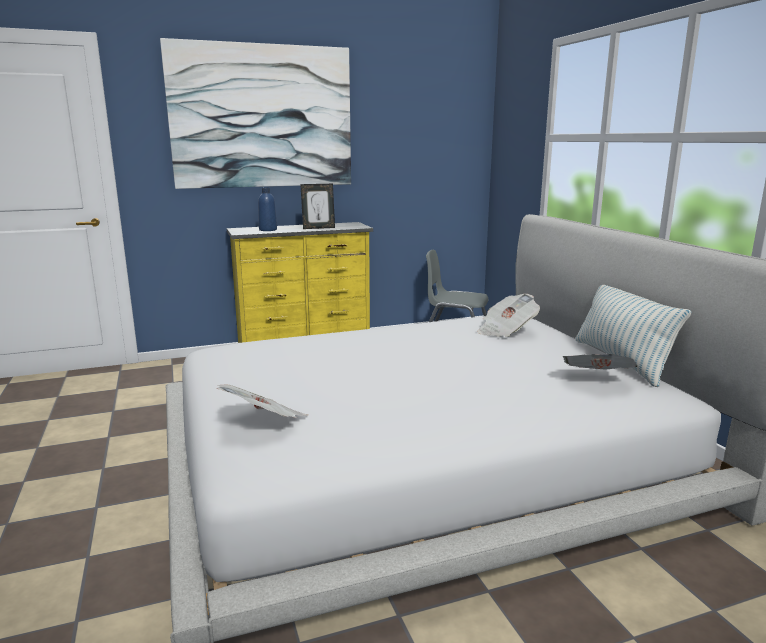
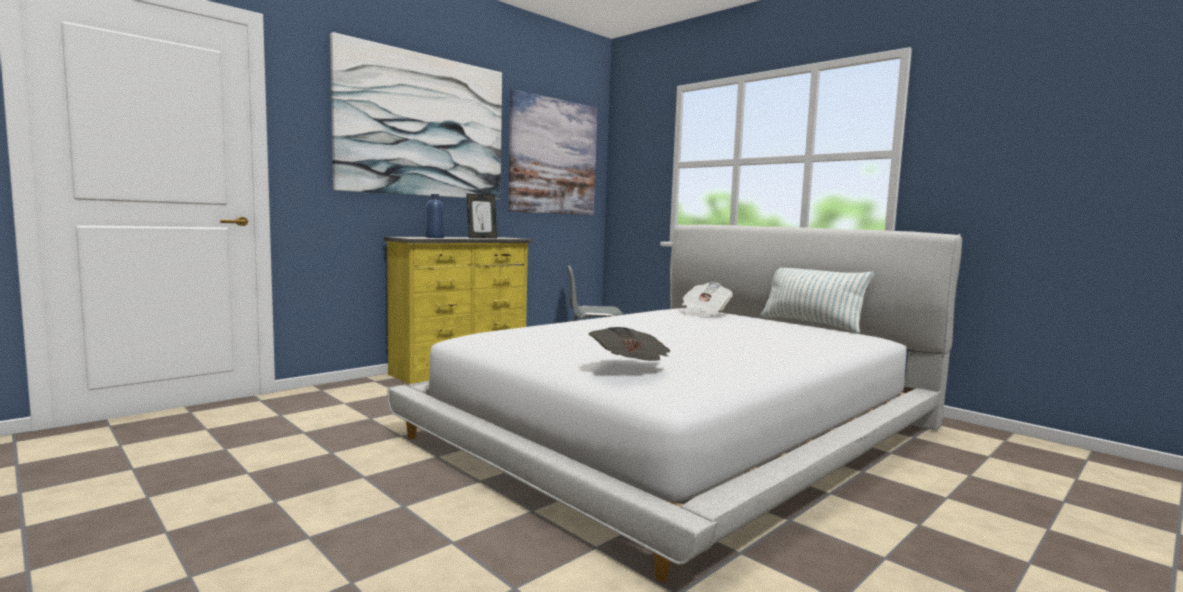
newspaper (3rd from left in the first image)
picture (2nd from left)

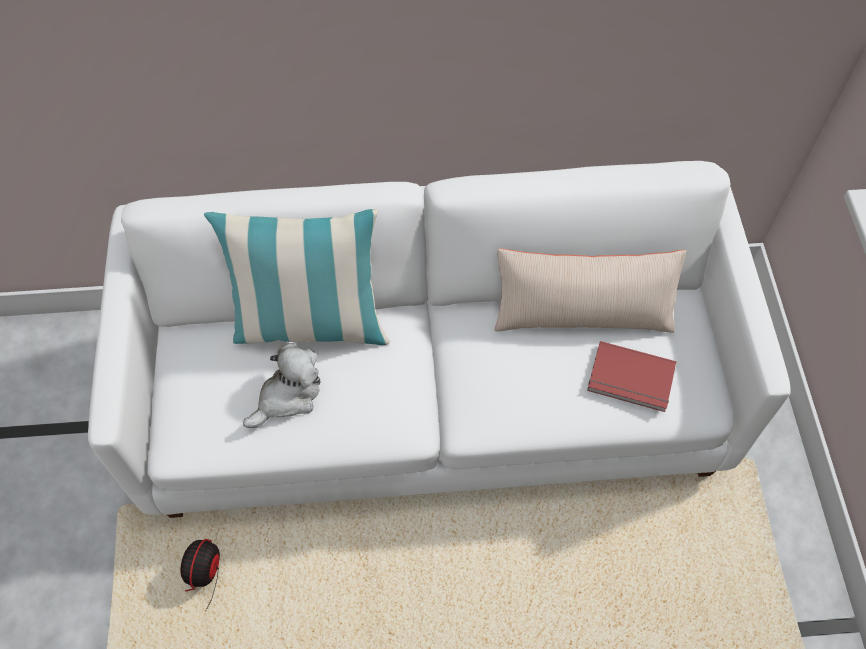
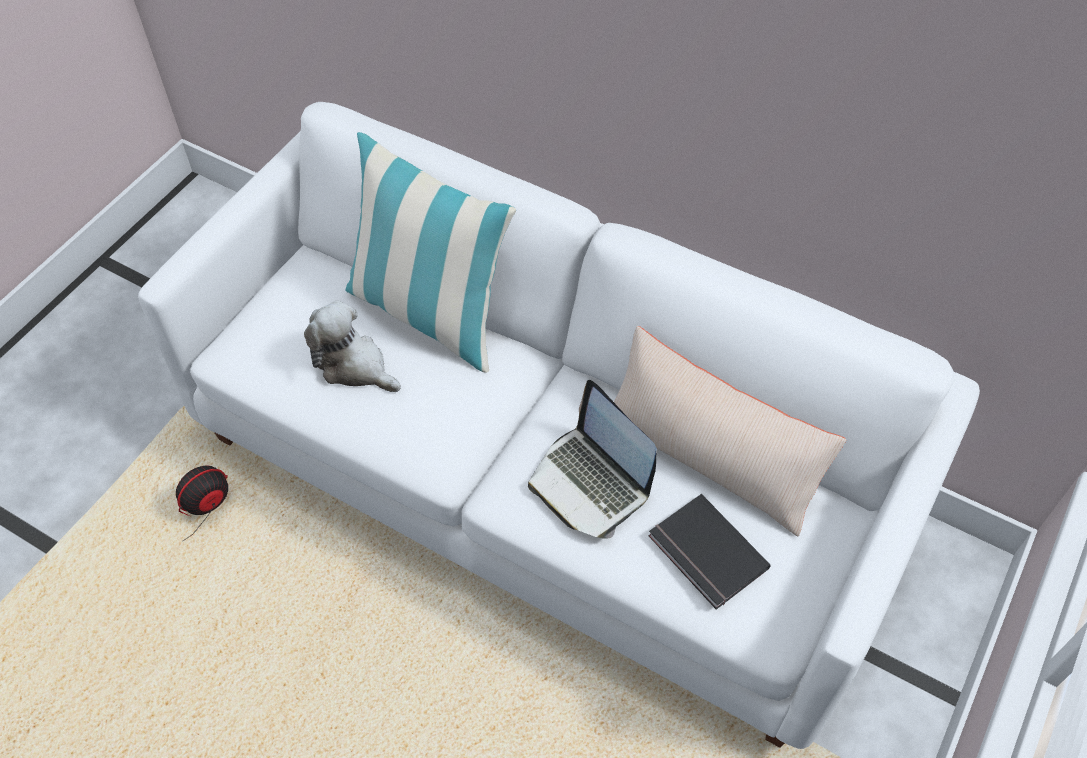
black book
plush toy
laptop

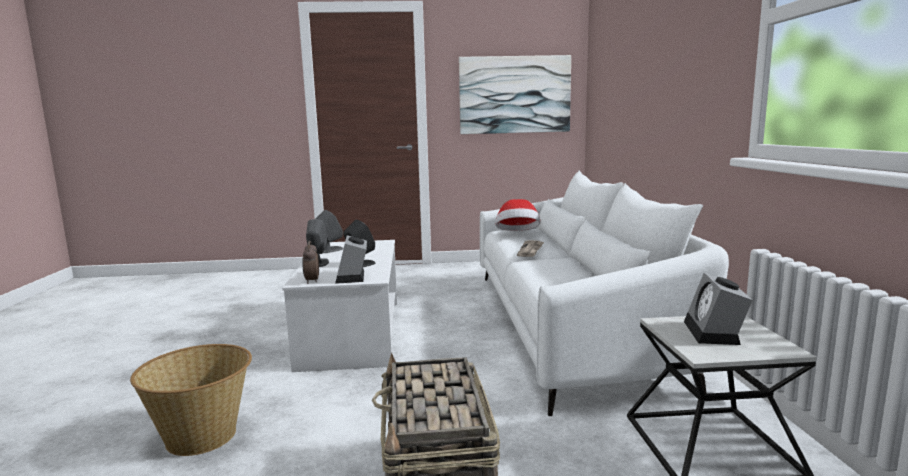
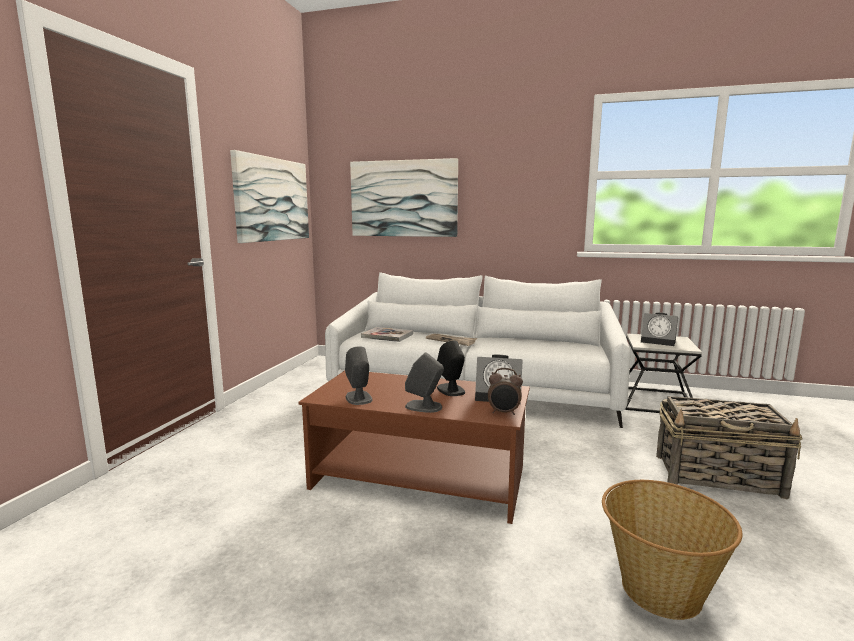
book
brown coffee table
picture (2nd from left)

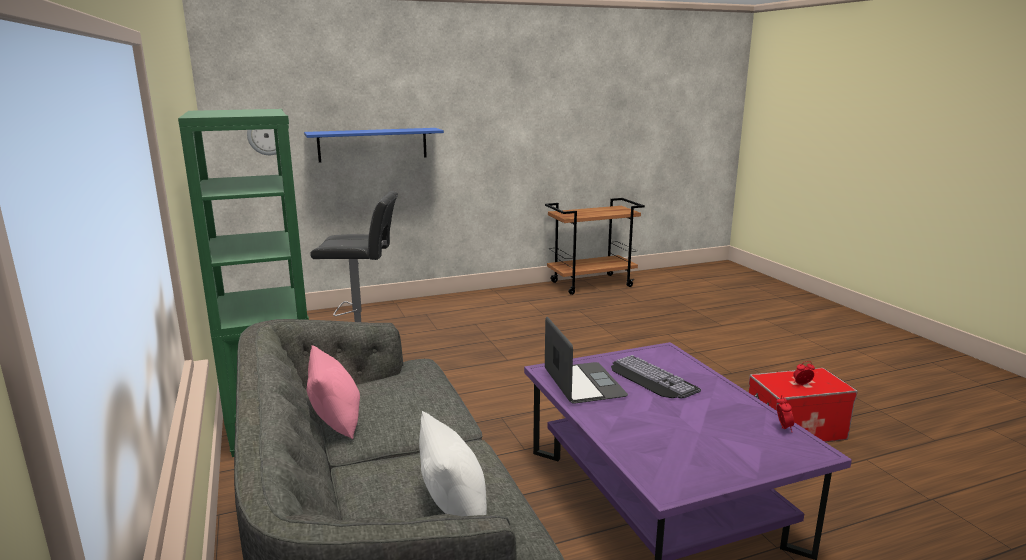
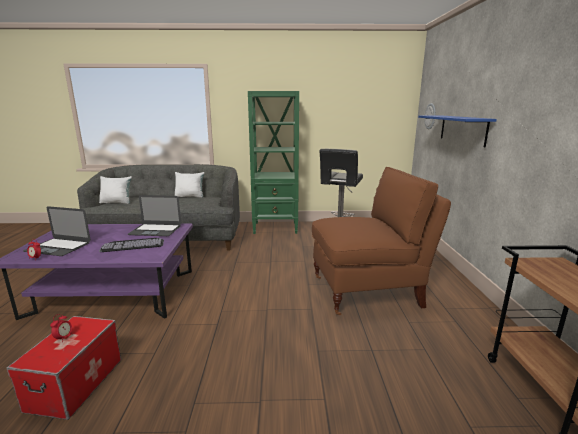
white pillow (2nd from left)
brown chair
laptop (1st from left)

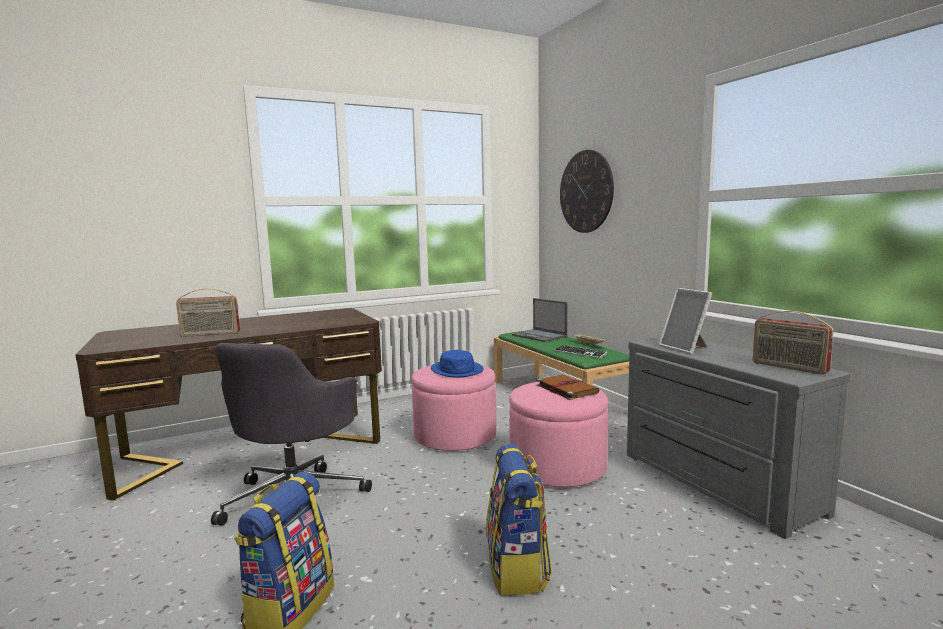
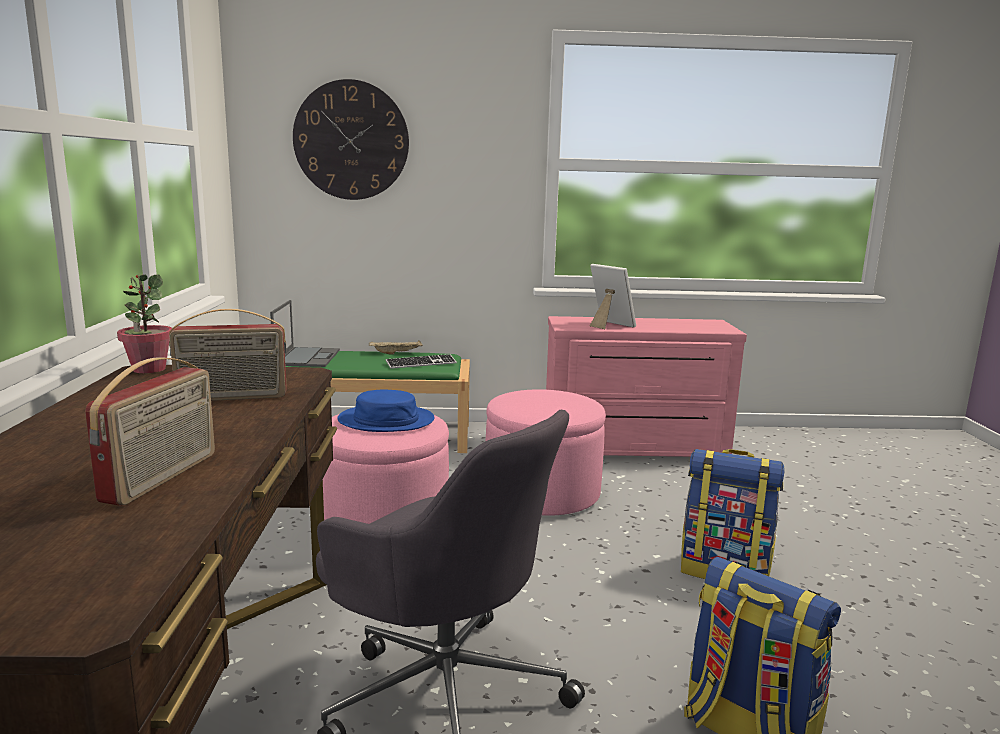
picture frame
laptop
radio (2nd from left)
pink dresser
brown book
potted plant

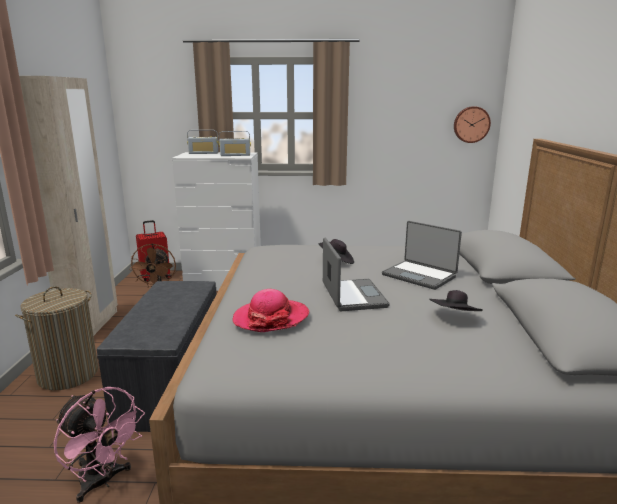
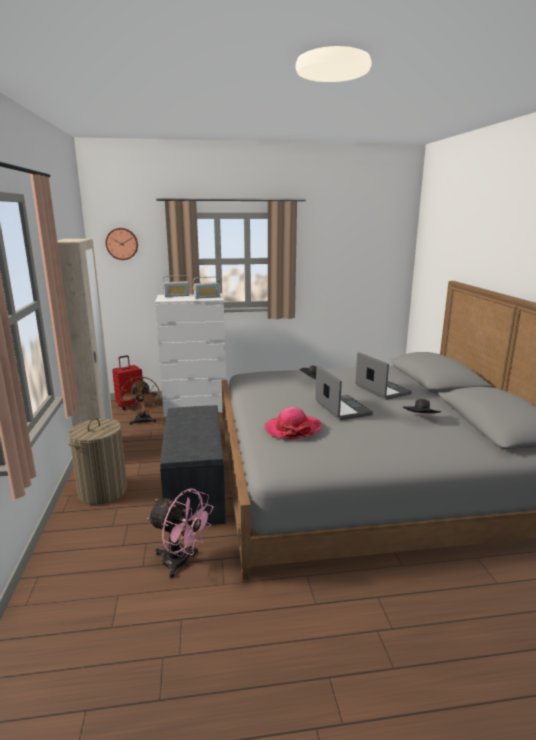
wall clock
laptop (2nd from left)

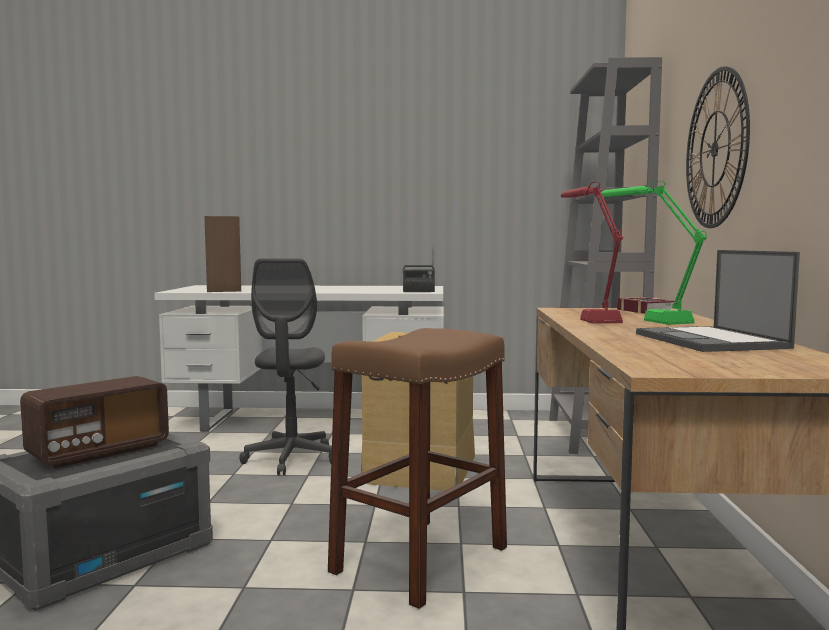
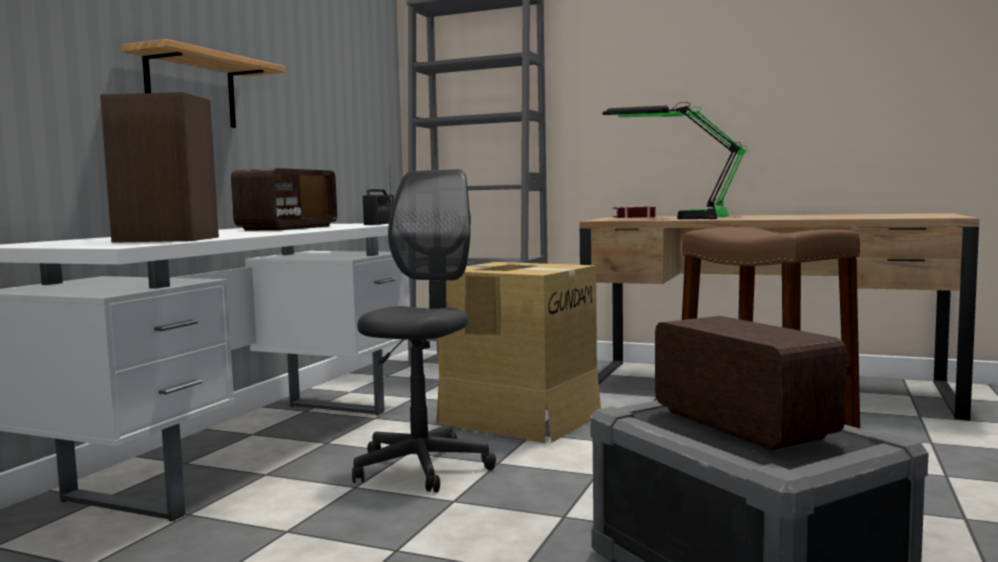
wall clock
black table lamp
laptop
grey office chair
shelf
radio (1st from left)

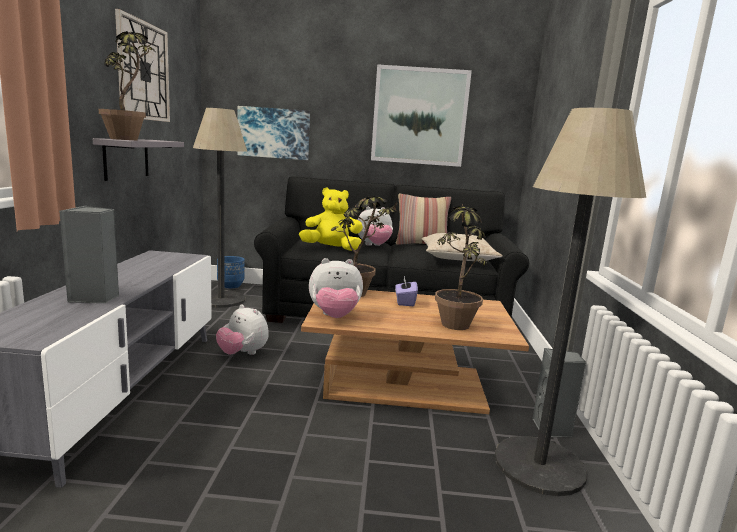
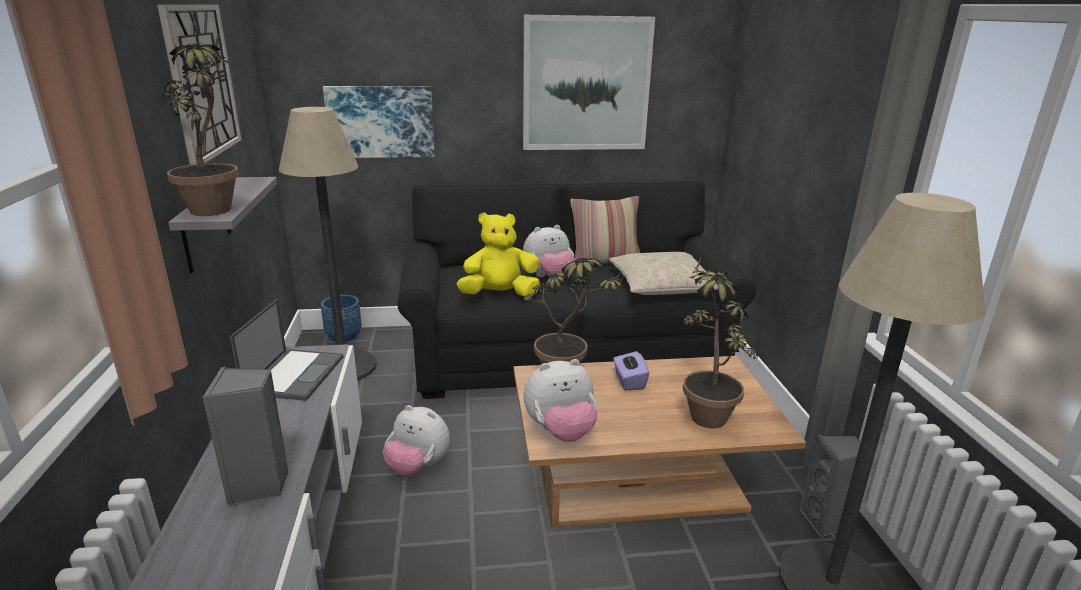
laptop

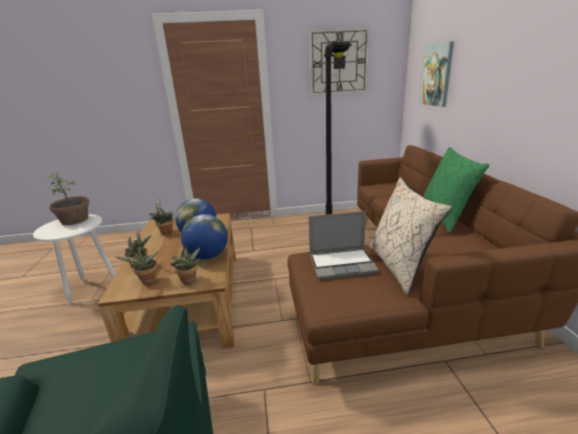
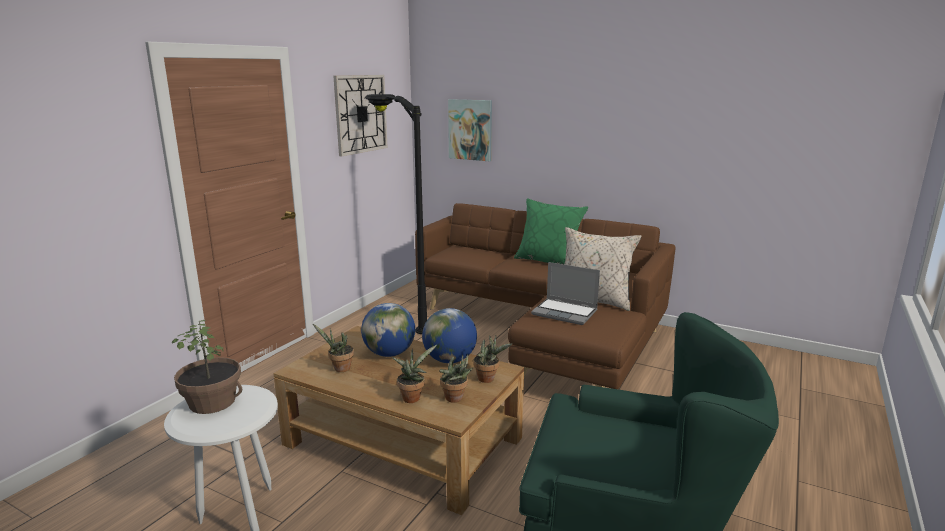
laptop

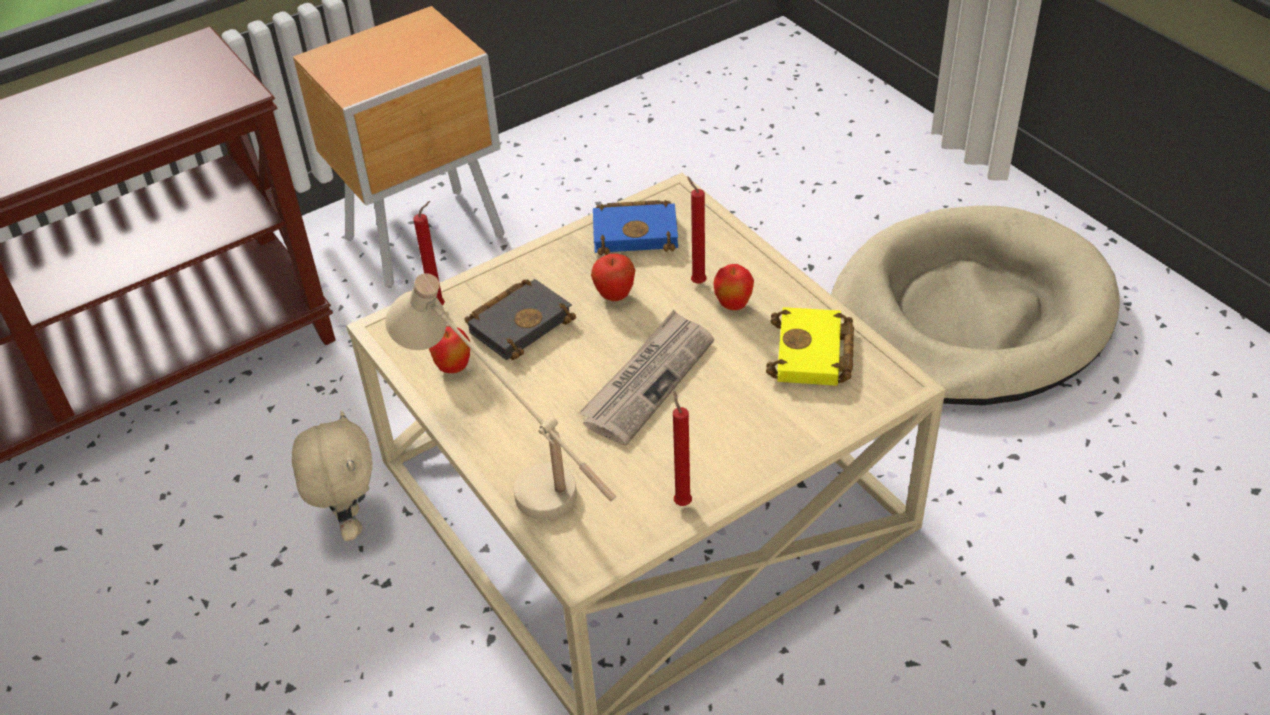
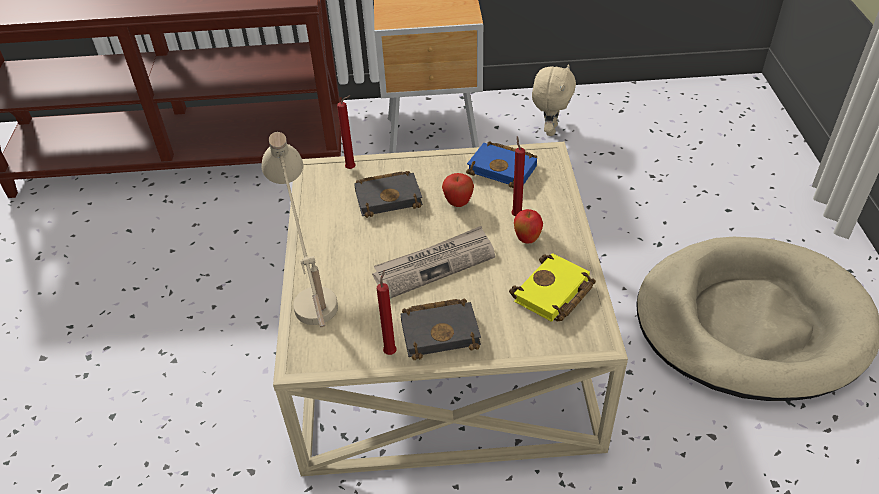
apple (1st from left in the first image)
beige plush toy
black book (2nd from left)

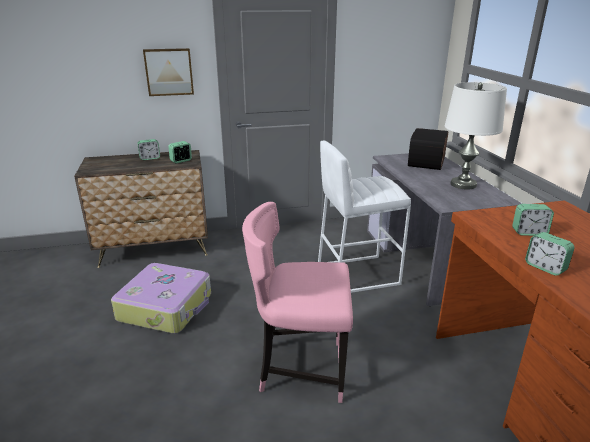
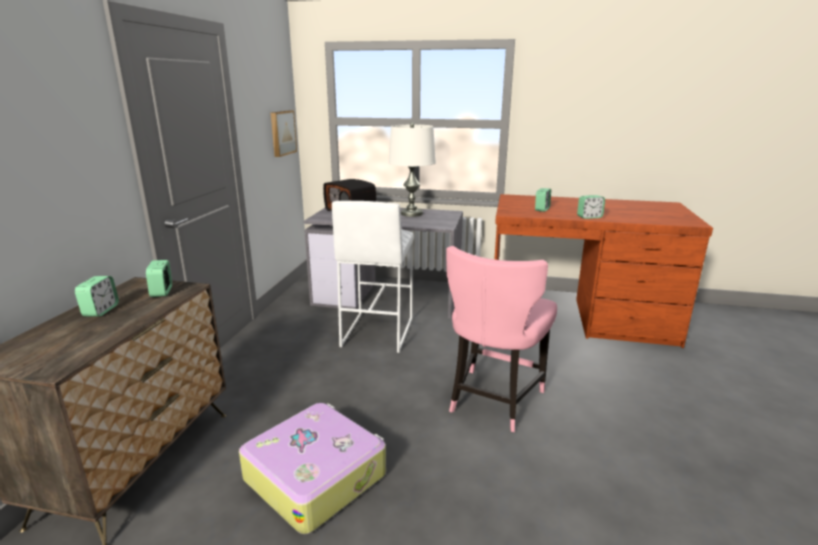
picture

